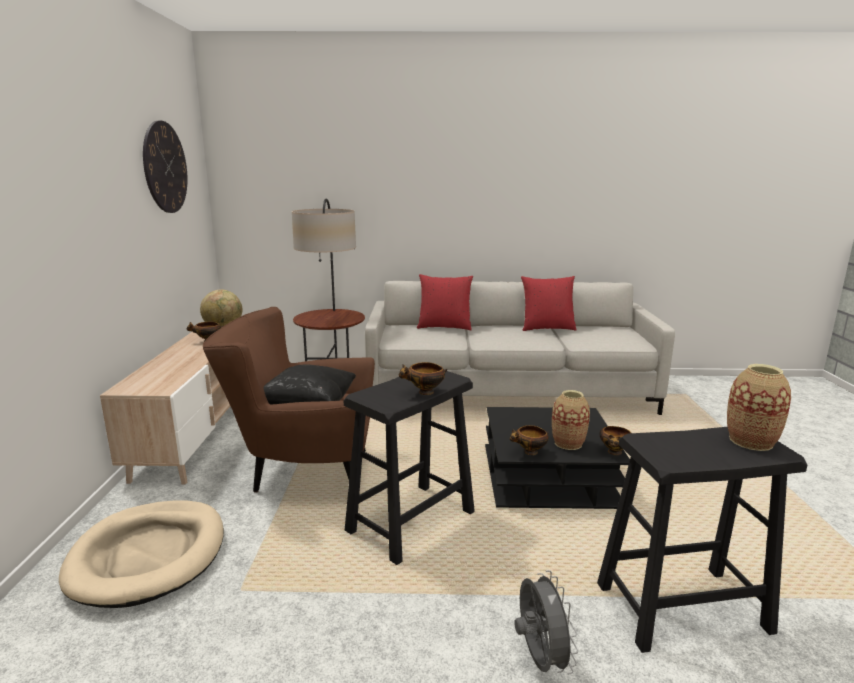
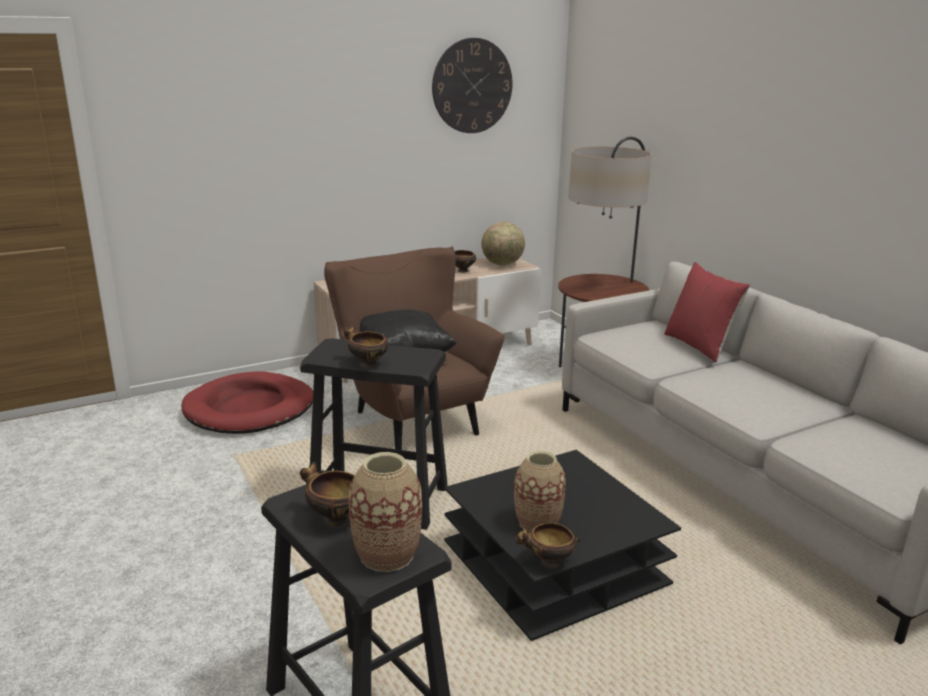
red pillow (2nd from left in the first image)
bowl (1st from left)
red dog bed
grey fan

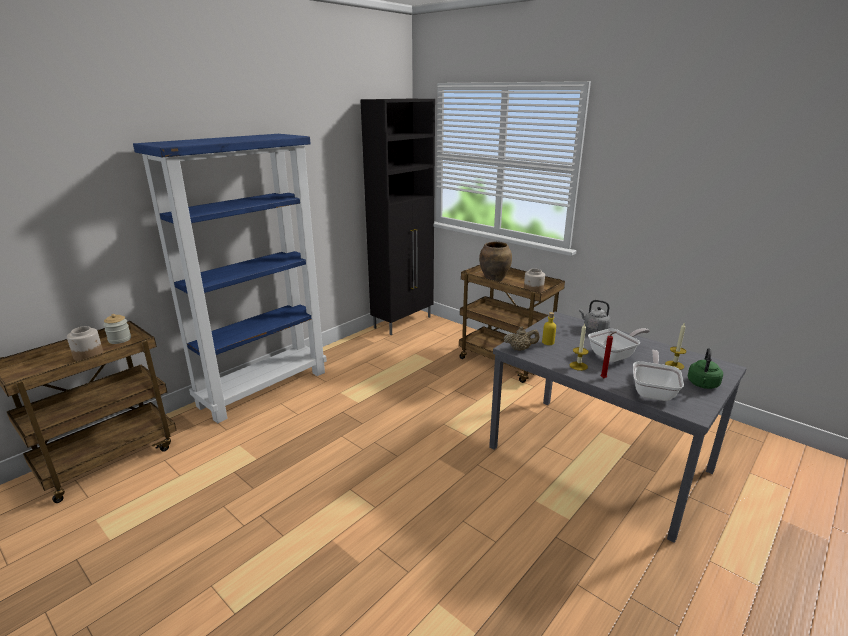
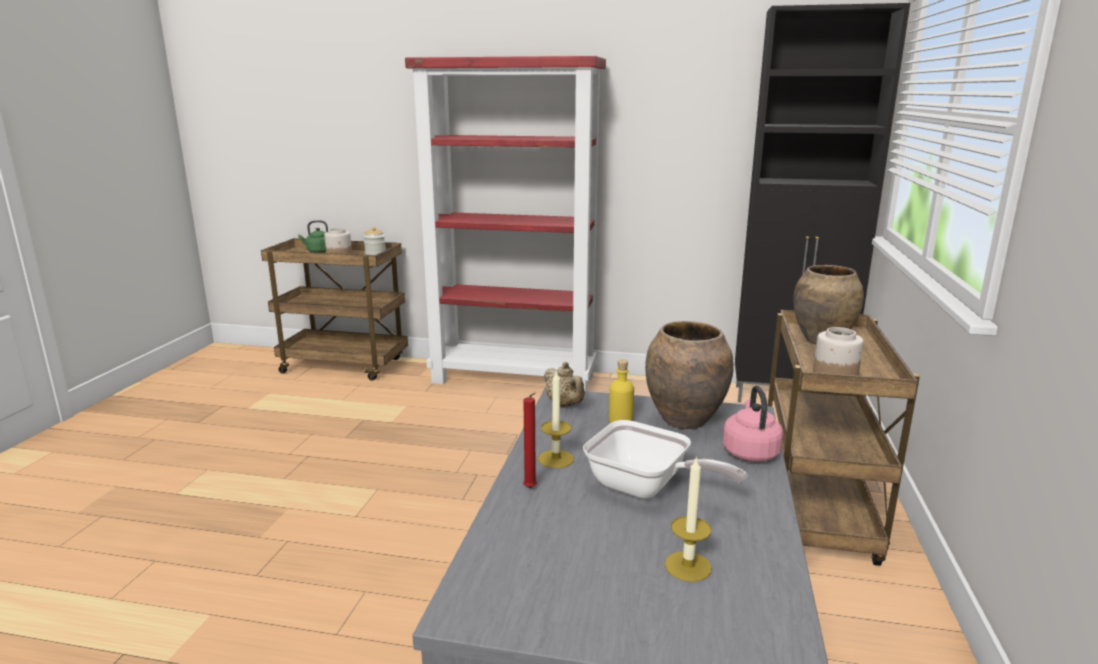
red bookcase
pink kettle
green kettle
frying pan (2nd from left in the first image)
brown vase (1st from left)

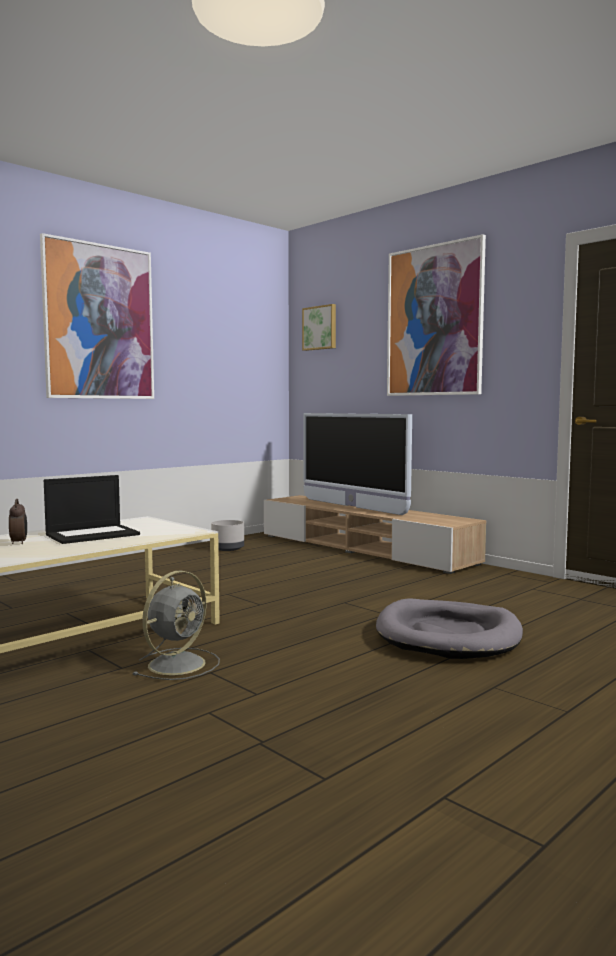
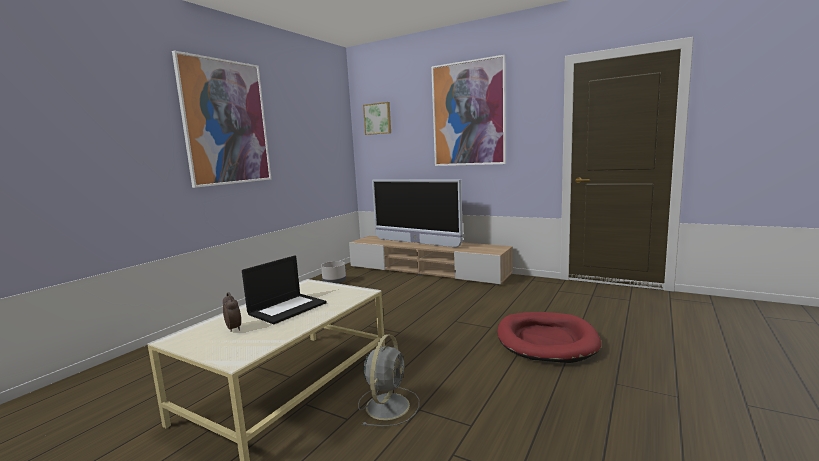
red dog bed

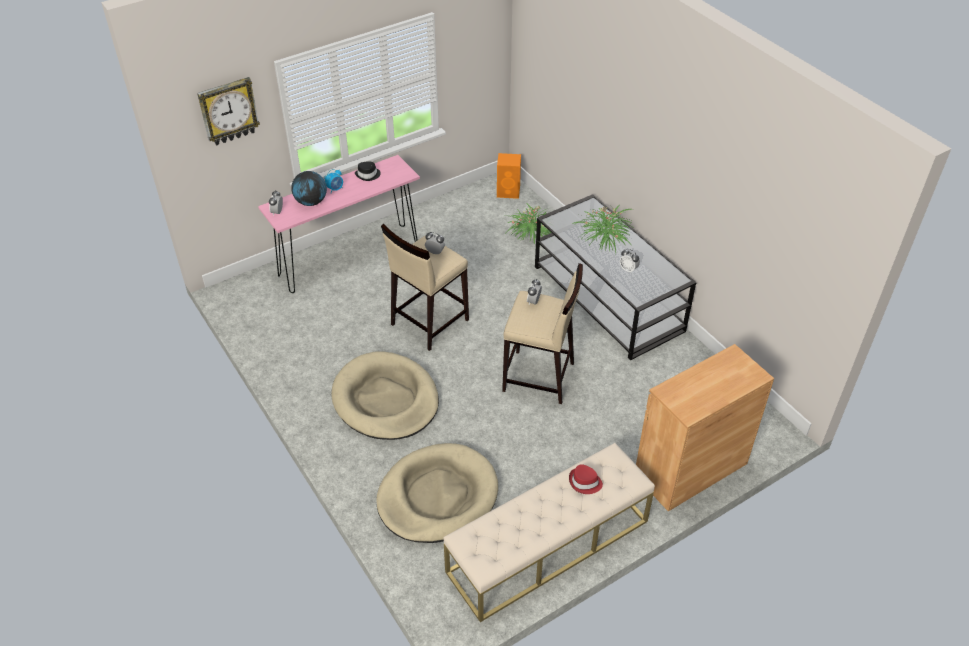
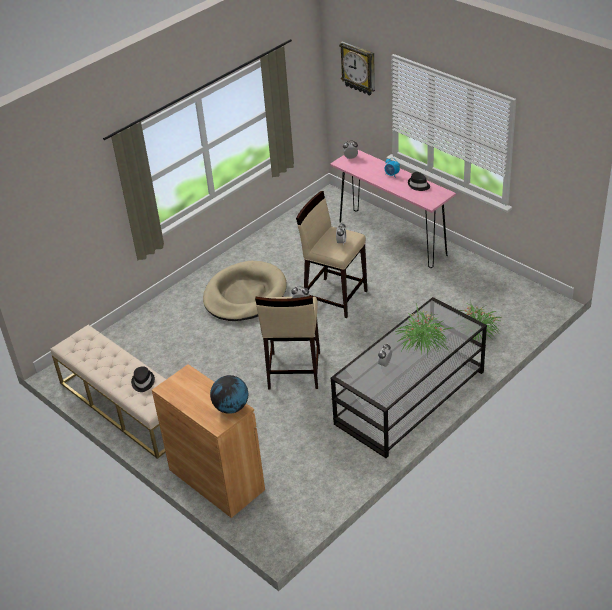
orange speaker
globe
beige dog bed (2nd from left in the first image)
black hat (1st from left)

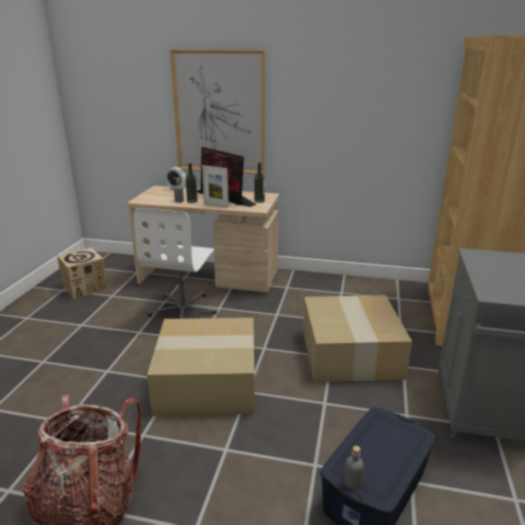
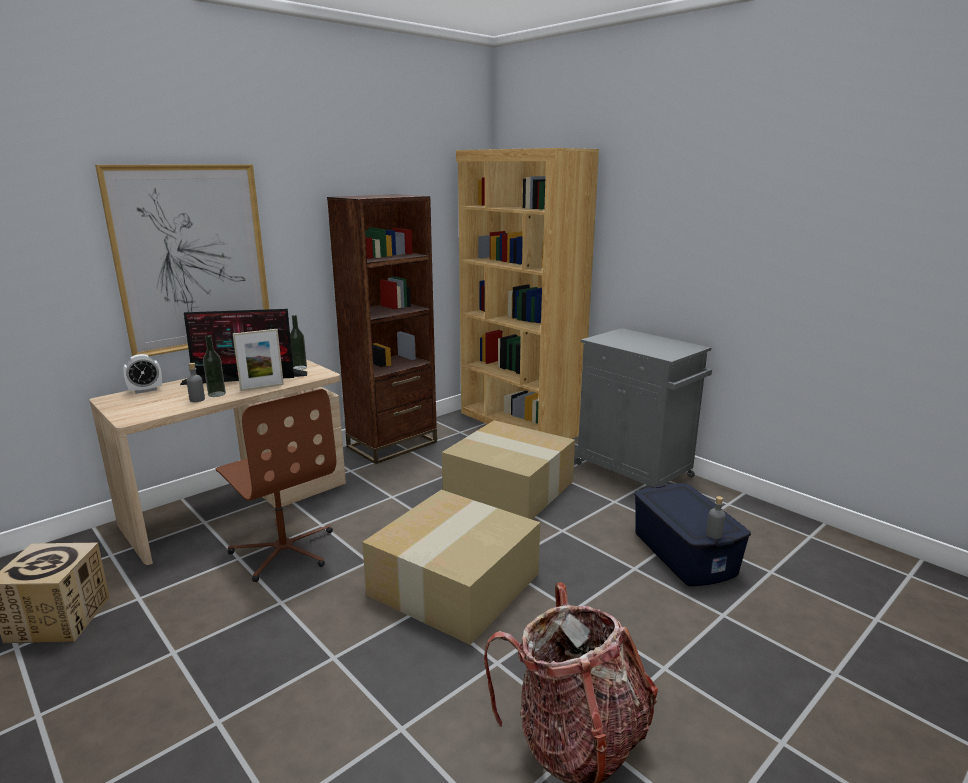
brown office chair
brown bookcase (1st from left)

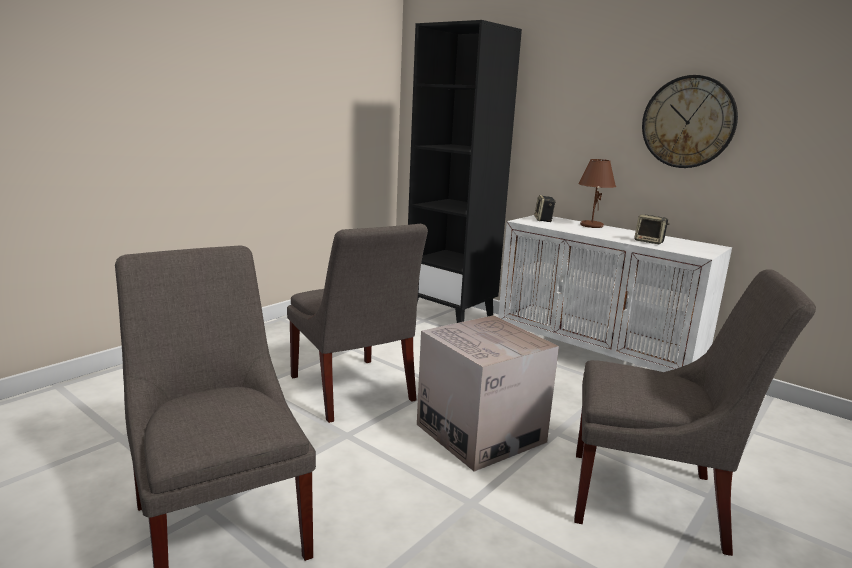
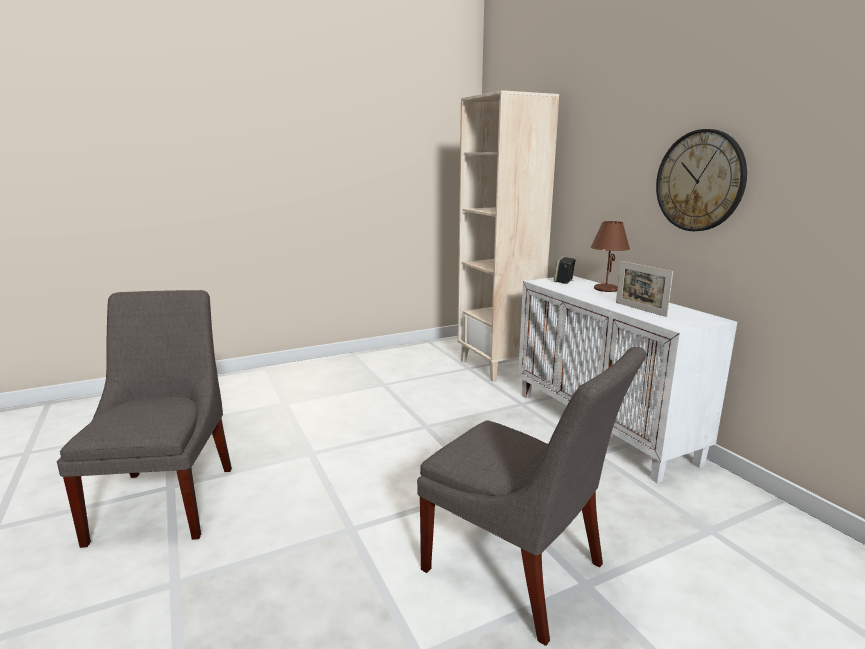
beige bookcase
picture frame
grey chair (2nd from left in the first image)
cardboard box

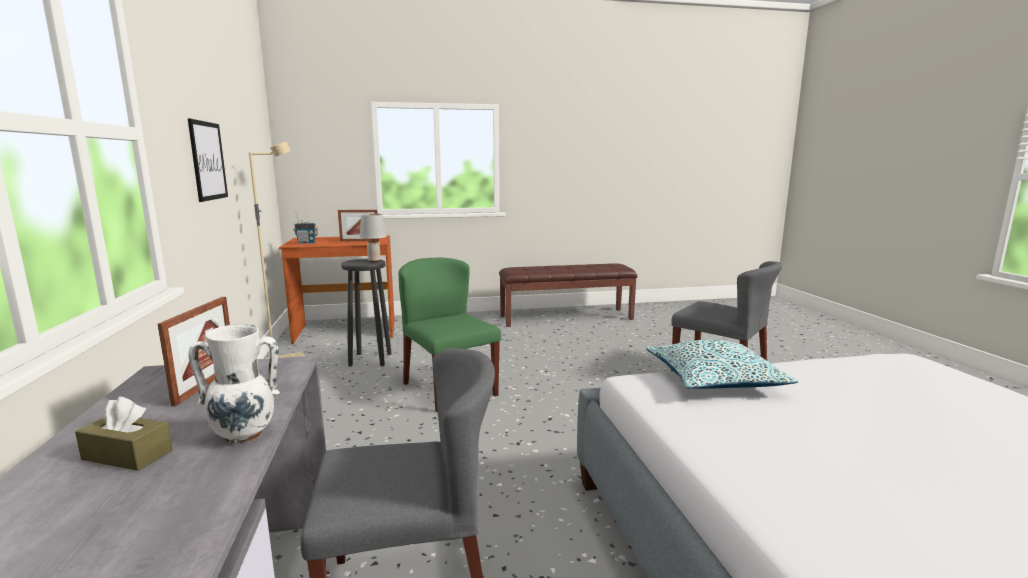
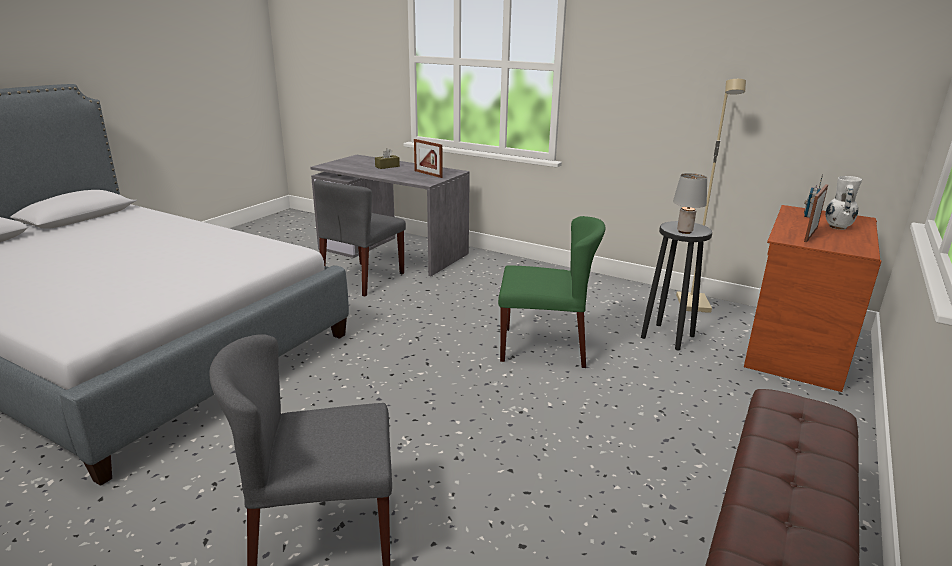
picture
white vase
pillow

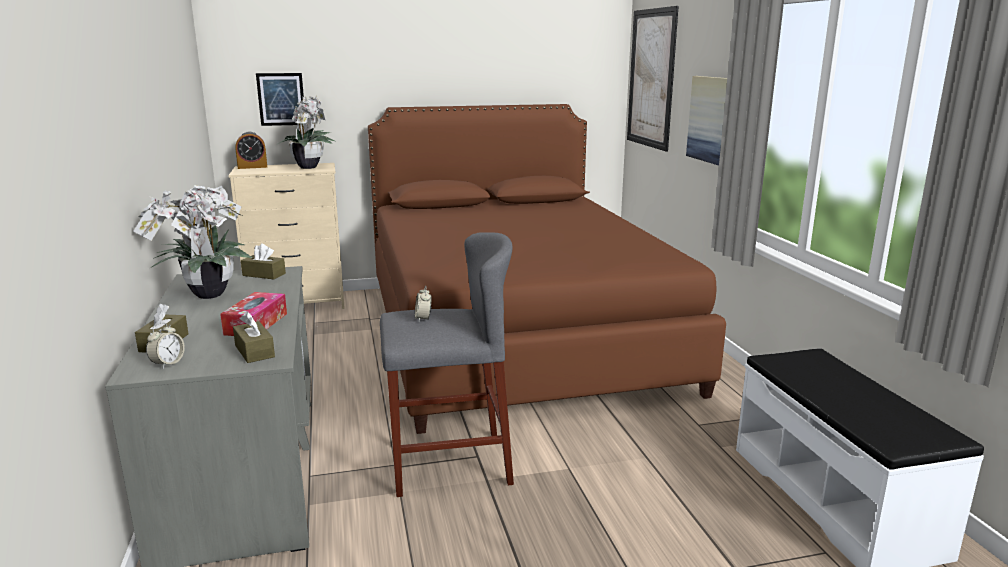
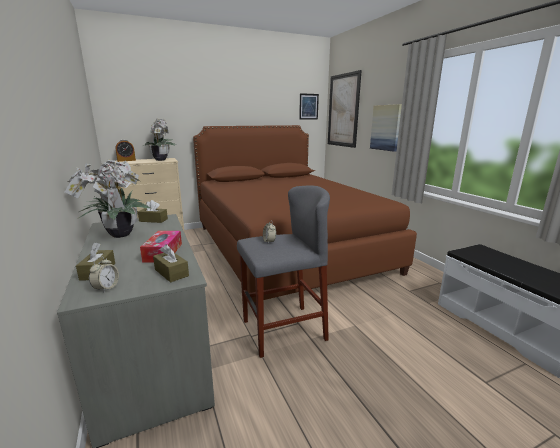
picture (1st from left)

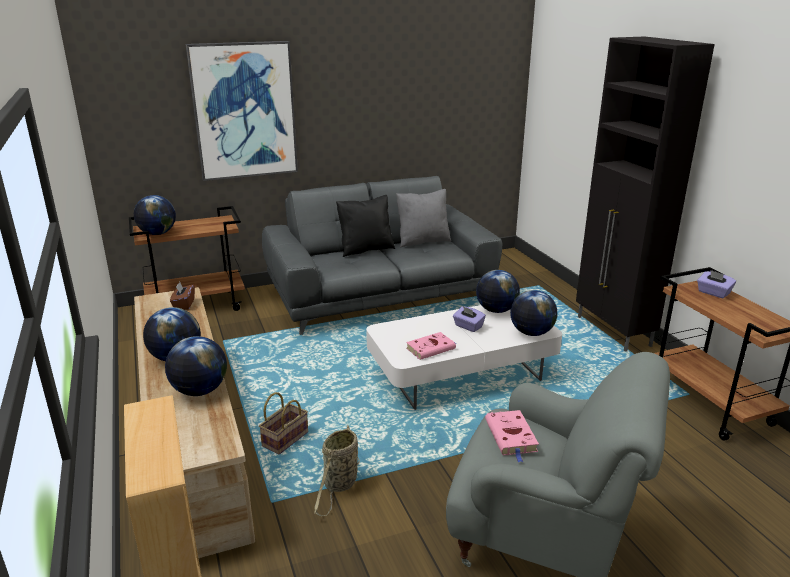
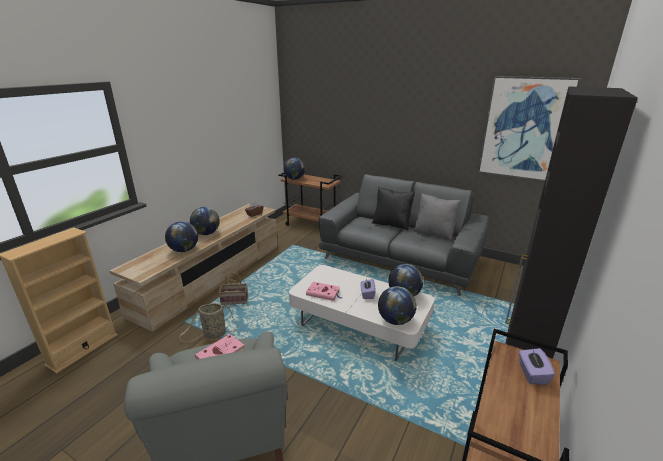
picture

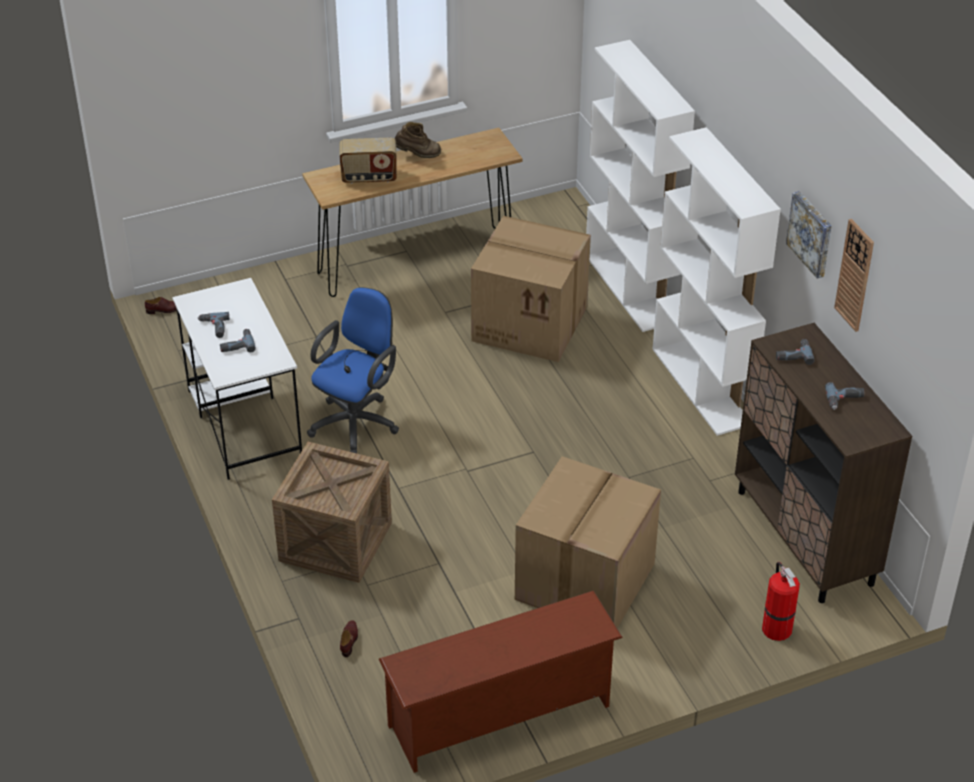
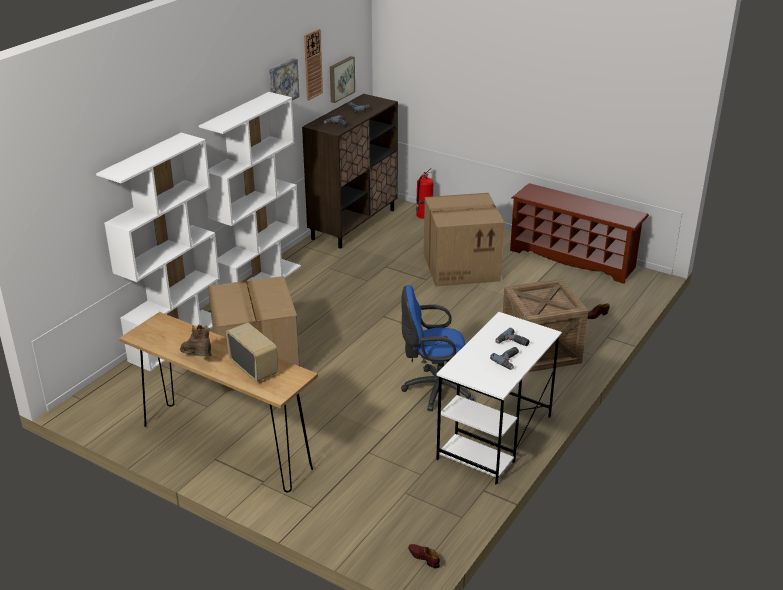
picture (2nd from left)

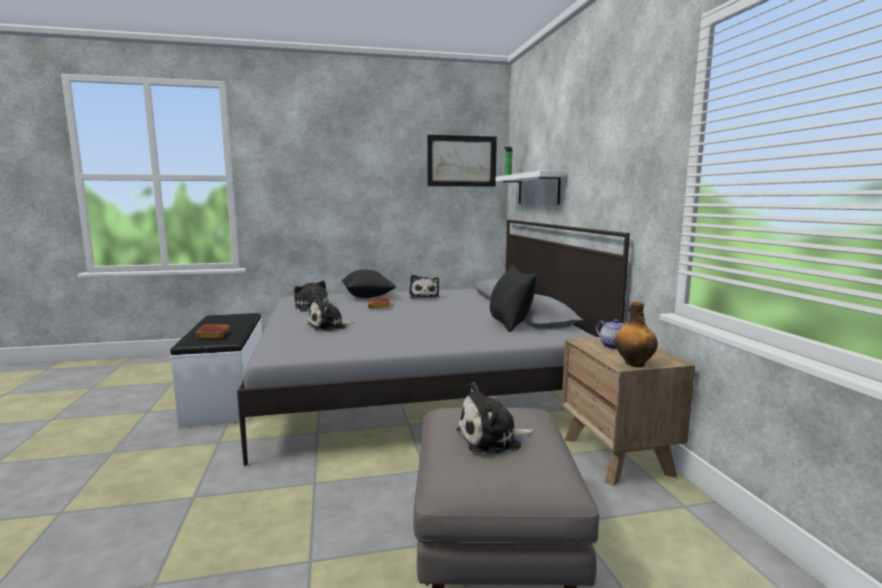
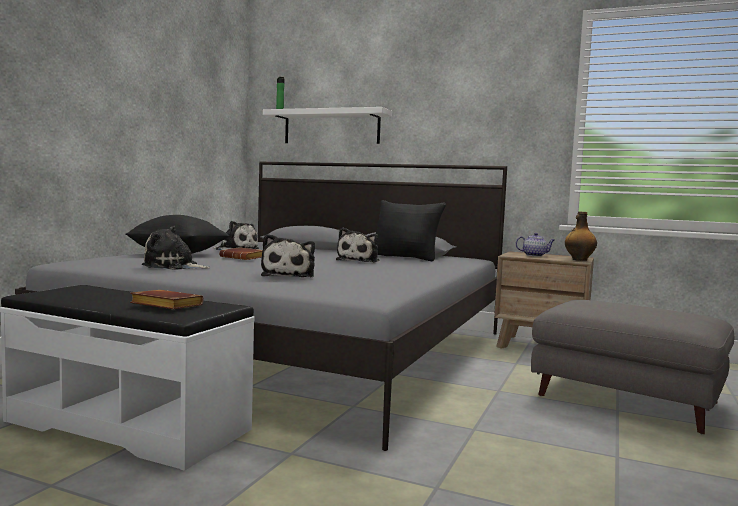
picture
plush toy (4th from left)

